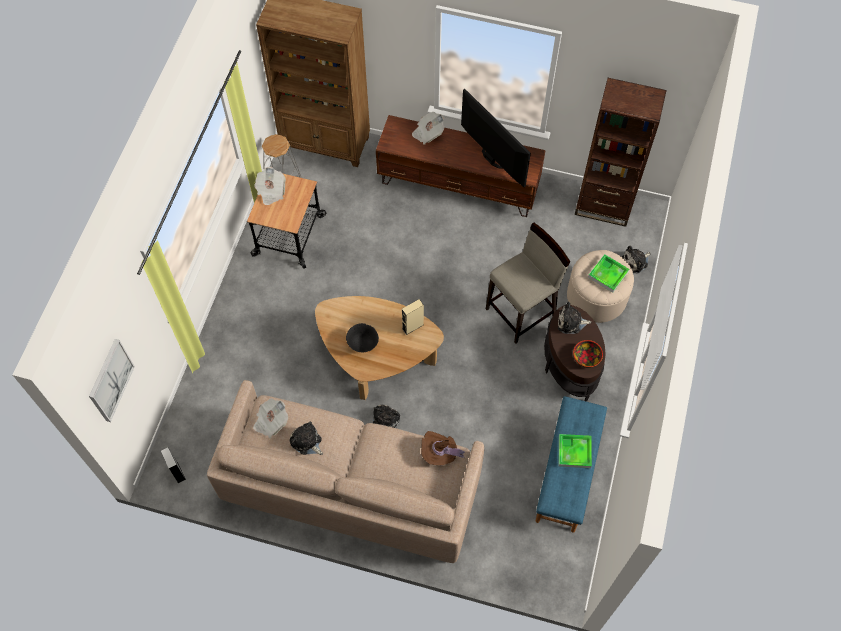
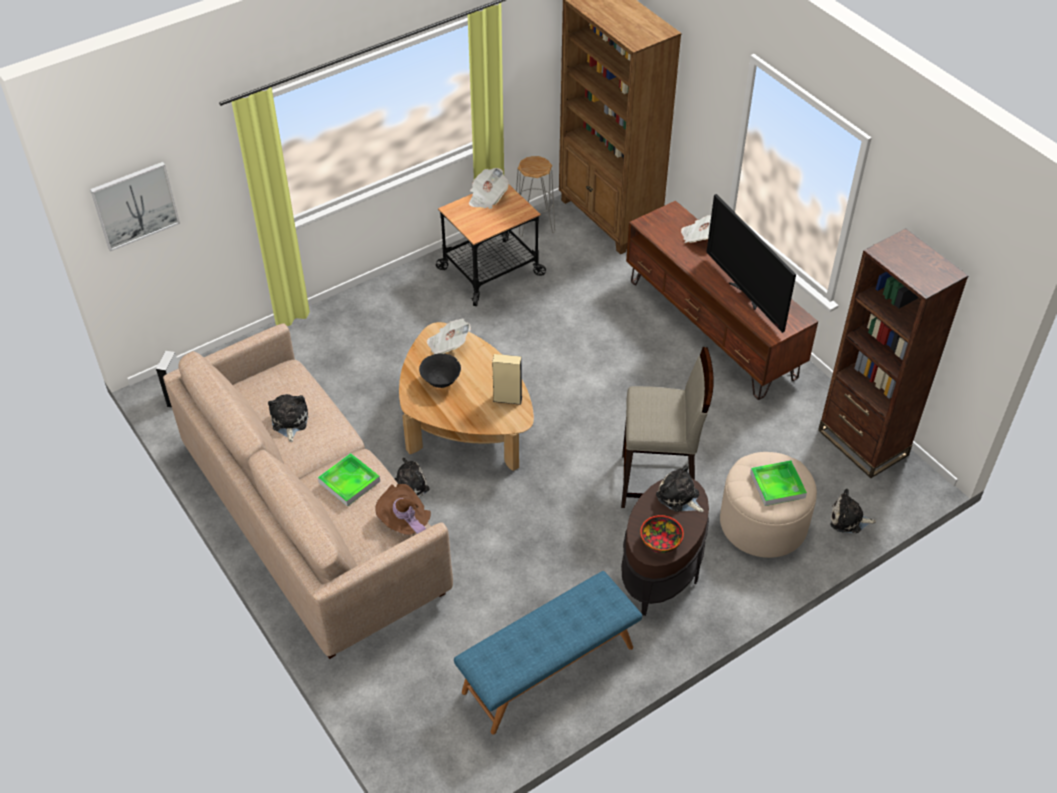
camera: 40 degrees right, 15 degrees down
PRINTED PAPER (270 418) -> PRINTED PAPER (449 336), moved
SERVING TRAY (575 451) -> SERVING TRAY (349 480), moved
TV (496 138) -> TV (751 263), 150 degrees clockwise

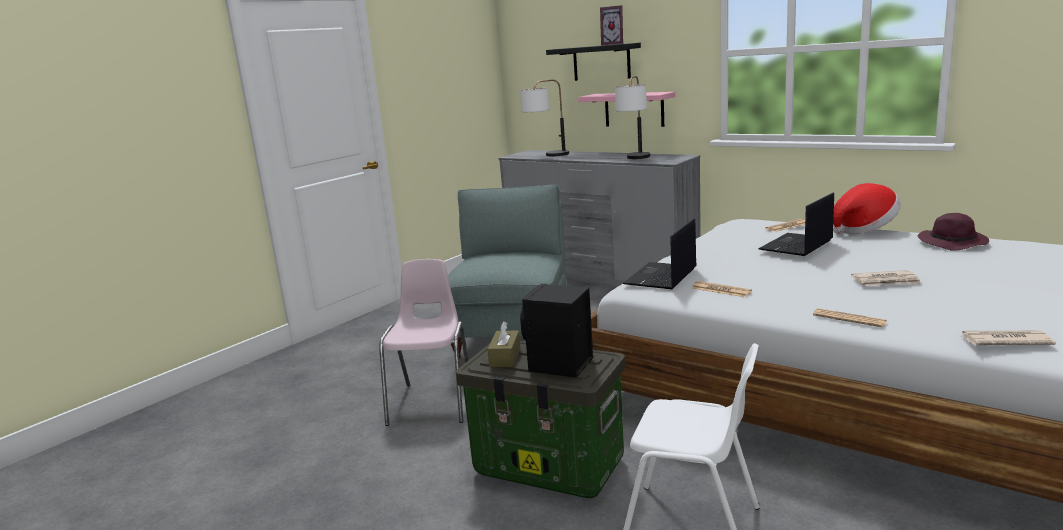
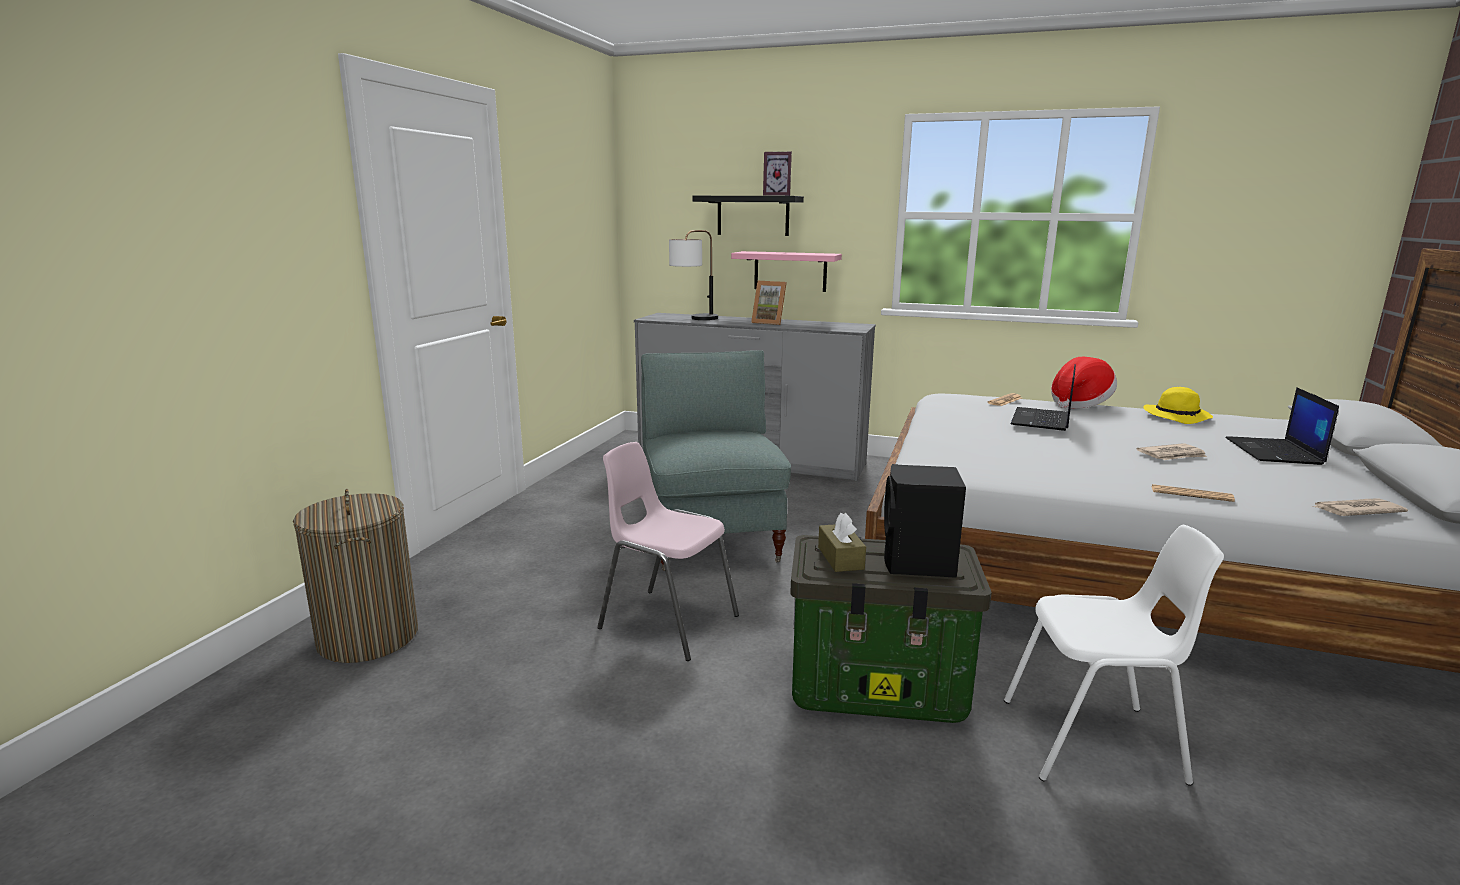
camera: 20 degrees left, 0 degrees up
LAMP FOR A TABLE (632 117) -> none
PRINTED PAPER (722 289) -> none
none -> LAUNDRY BASKET (355 576)
none -> STANDING FRAME (769 303)
PORTABLE COMPUTER (660 253) -> PORTABLE COMPUTER (1282 426), moved
PURPLE-COLOURED CLOTHING HAT (953 232) -> YELLOW CLOTHING HAT (1178 405)
PINK UPRIGHT CHAIR (424 342) -> PINK UPRIGHT CHAIR (668 551), 45 degrees counterclockwise

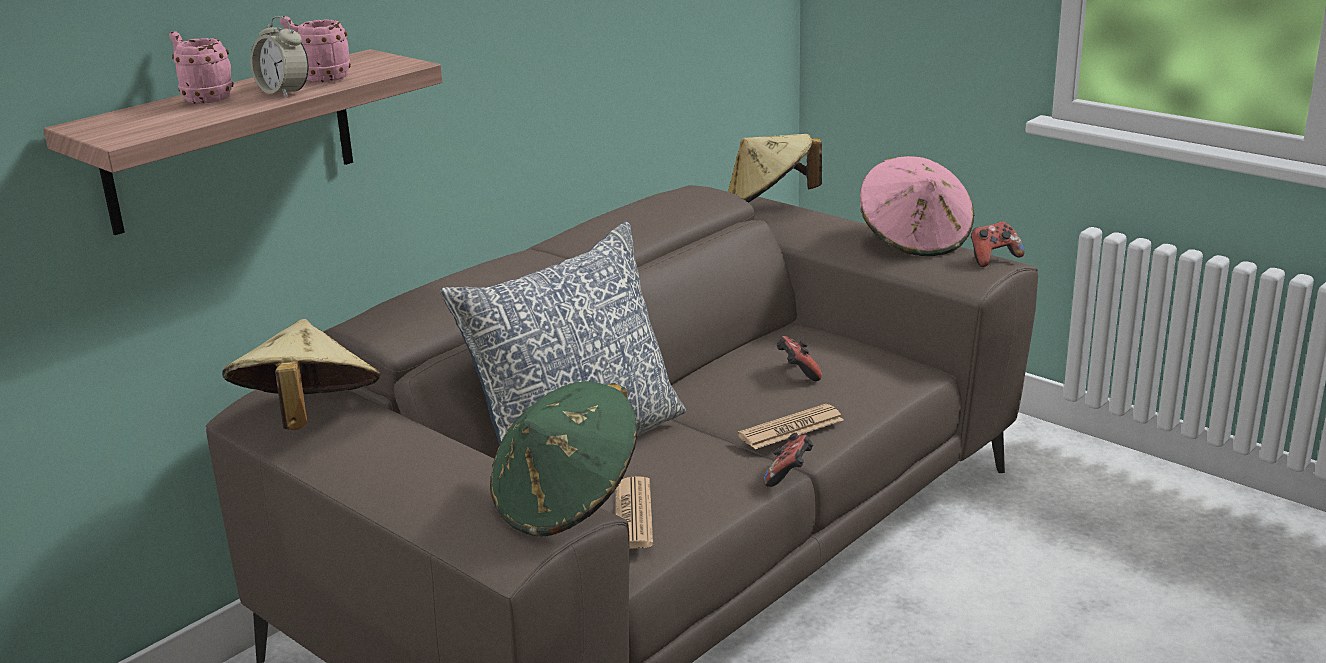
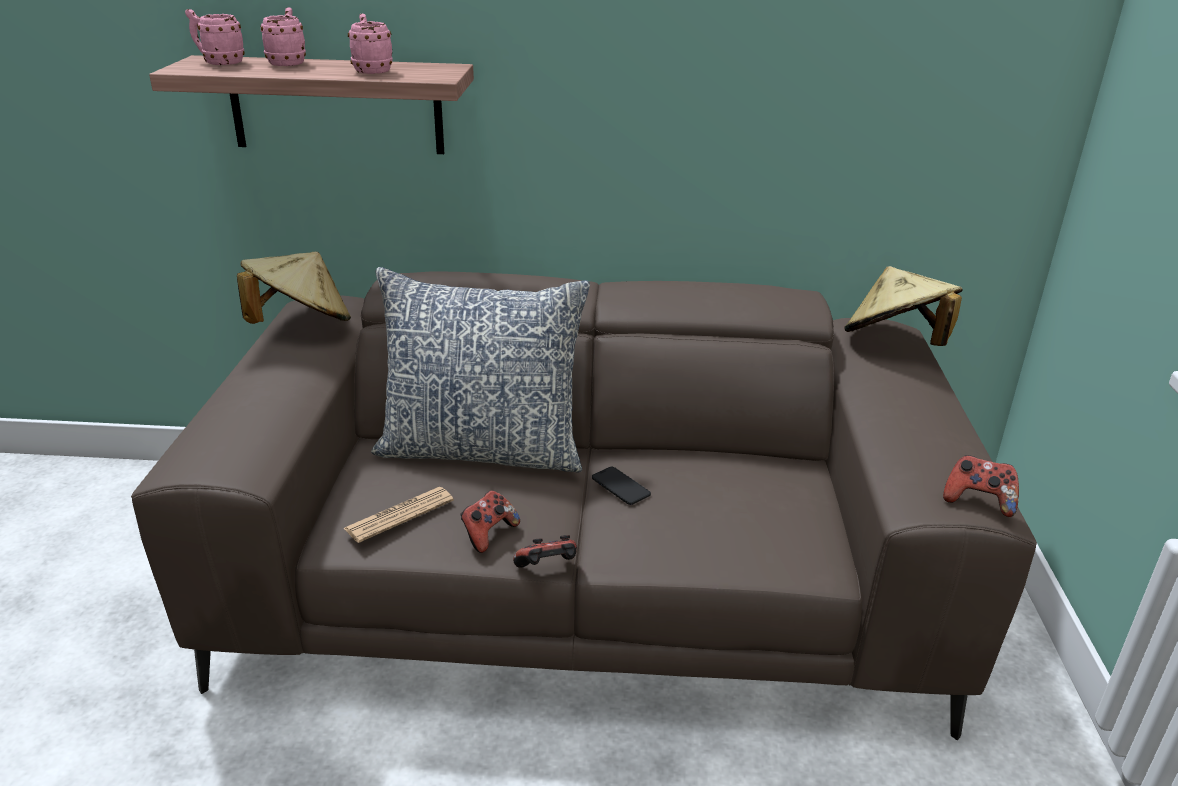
camera: 50 degrees right, 5 degrees up
ALARM CLOCK (279 57) -> none
GREENISH CLOTHING HAT (563 459) -> none
PRINTED PAPER (790 426) -> none
PINK CLOTHING HAT (917 206) -> none
none -> PINK TEA MUG (215 37)
none -> HANDSET (621 486)
GAME CONTROLLER (799 358) -> GAME CONTROLLER (490 521), moved

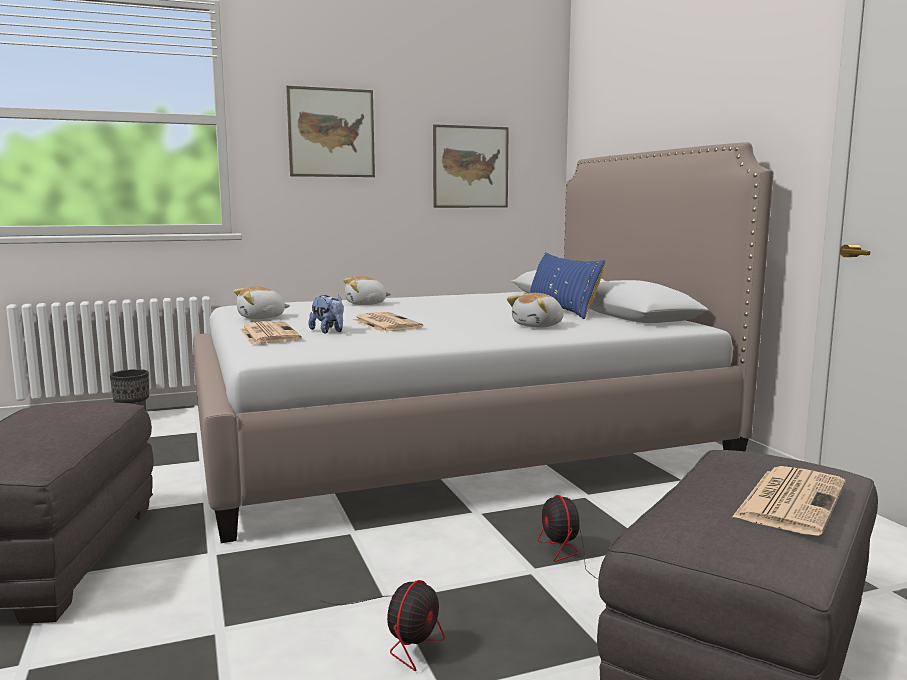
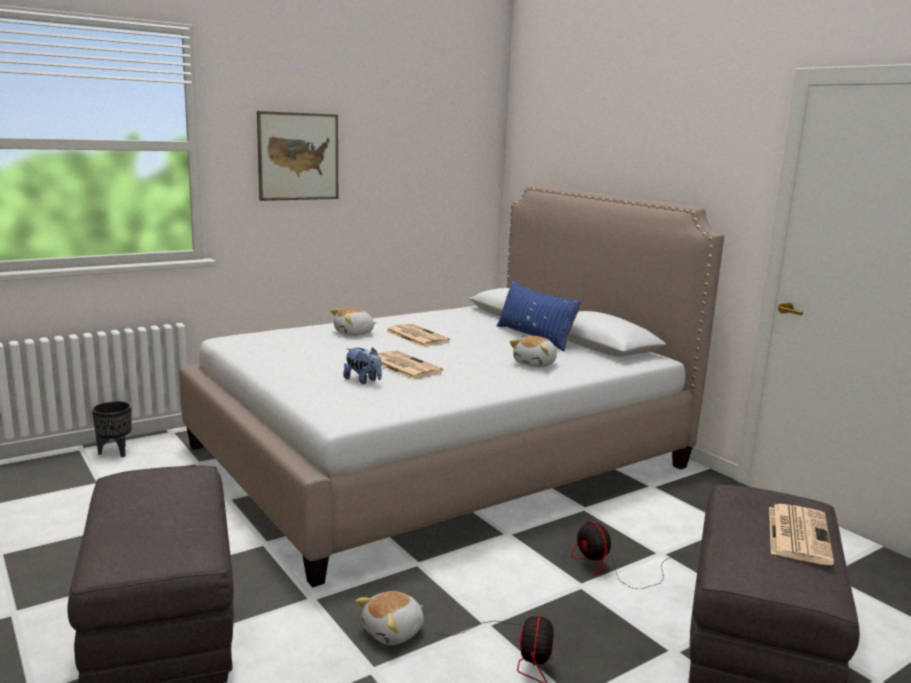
camera: 15 degrees left, 5 degrees up
WALL PICTURE (471 166) -> none
PLUSH TOY (262 302) -> PLUSH TOY (389 618), moved
PRINTED PAPER (271 332) -> PRINTED PAPER (418 335), moved

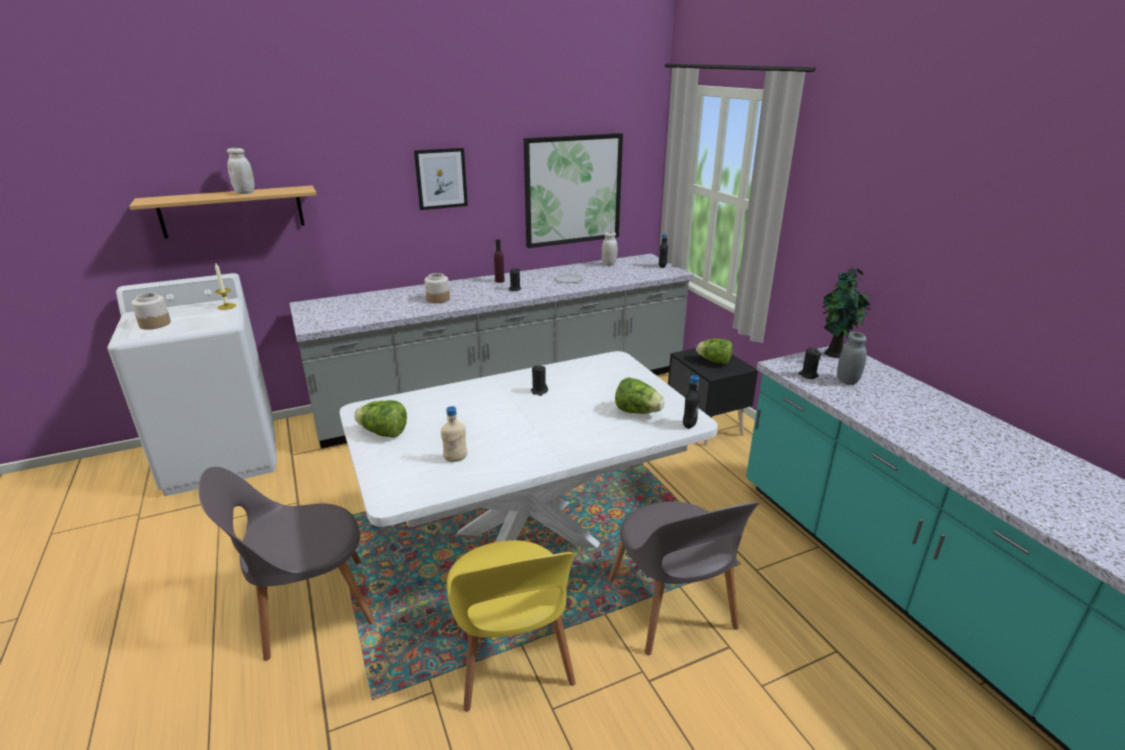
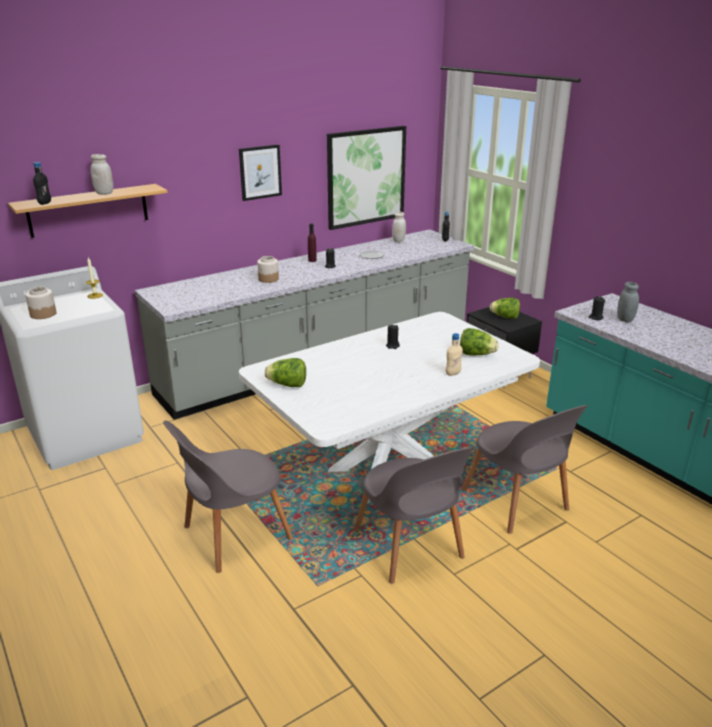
camera: 10 degrees left, 0 degrees up
PLANT IN A POT (846 312) -> none
SAND-COLOURED BOTTLE (454 434) -> SAND-COLOURED BOTTLE (454 354), moved
BLACK-COLOURED BOTTLE (691 402) -> BLACK-COLOURED BOTTLE (42 183), moved
YELLOW UPRIGHT CHAIR (511 626) -> GRAY UPRIGHT CHAIR (413 515)

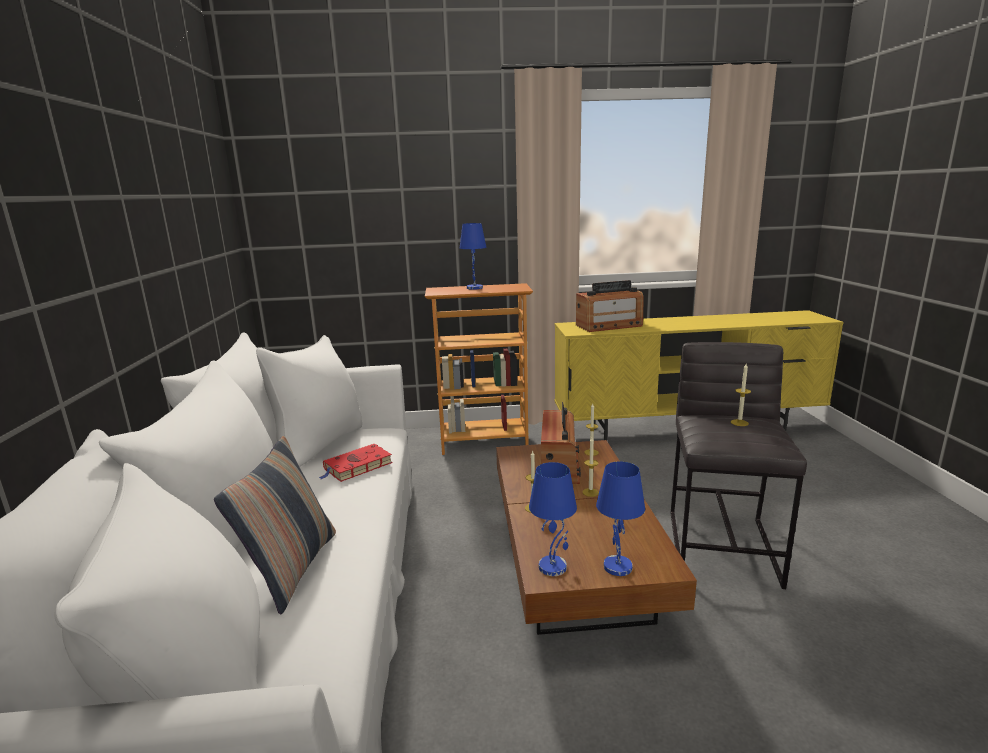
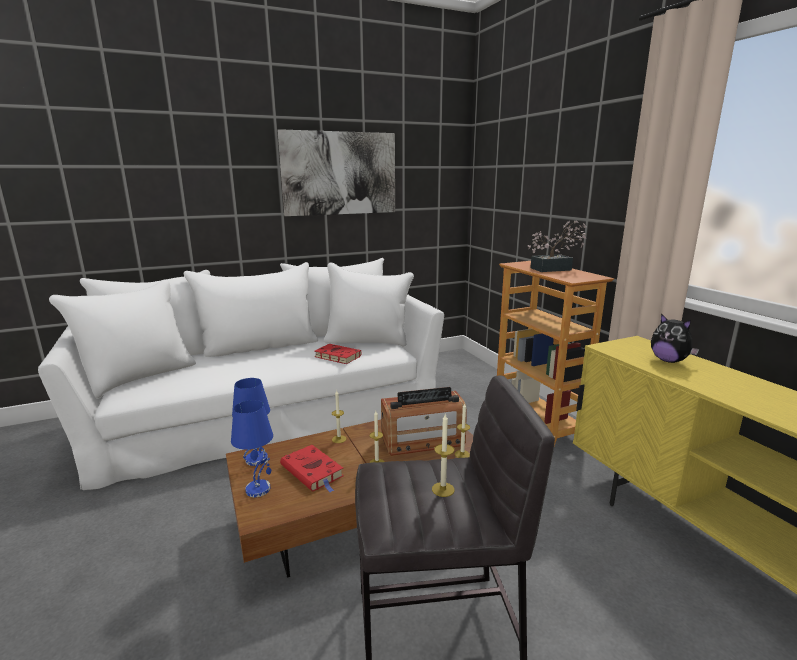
camera: 70 degrees right, 0 degrees up
CUSHION (275 525) -> none
none -> WALL PICTURE (336 172)
none -> RED-COLOURED BOOK (312 469)
BLUISH LAMP FOR A TABLE (473 256) -> PLANT IN A POT (557 246)
RADIO RECEIVER (610 306) -> PLUSH TOY (675 338)

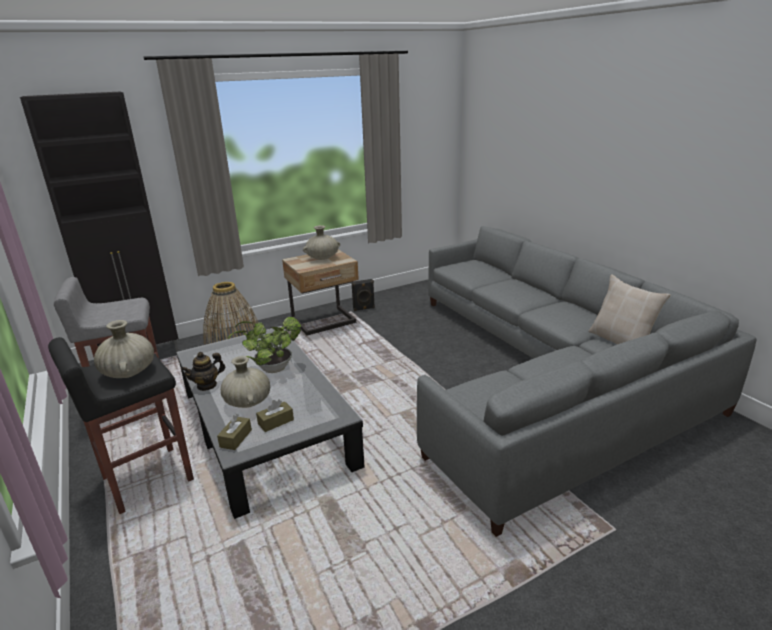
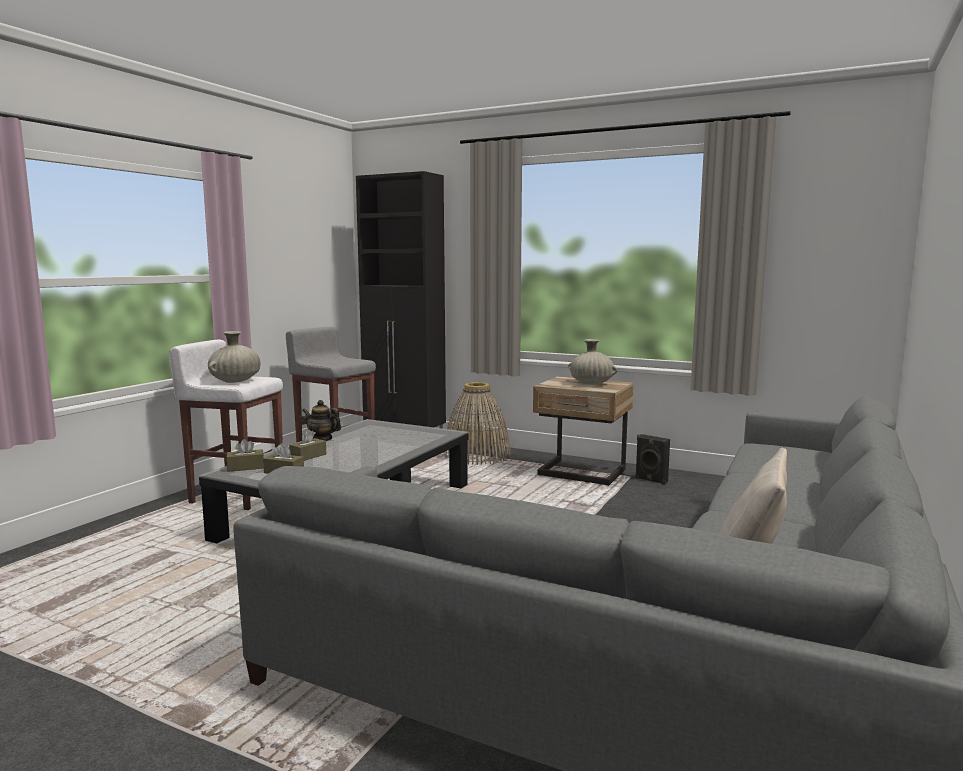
camera: 55 degrees right, 15 degrees down
PLANT IN A POT (264 345) -> none
SAND-COLOURED VASE (245 382) -> BROWN TISSUE HOLDER (307 445)
BLACK-COLOURED STOOL SEAT (121 425) -> WHITE STOOL SEAT (226 424)

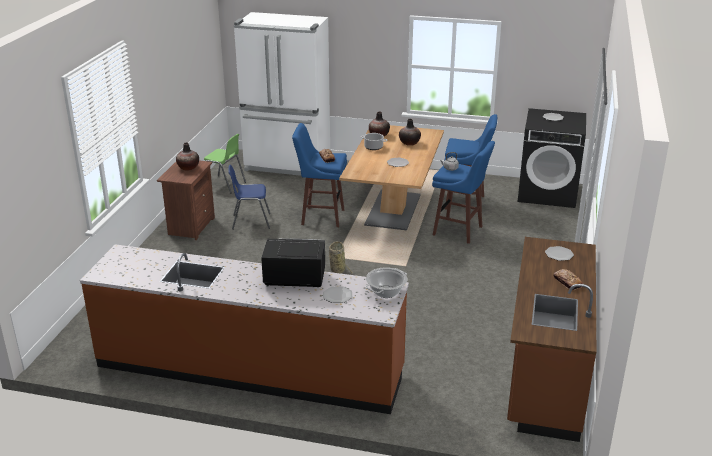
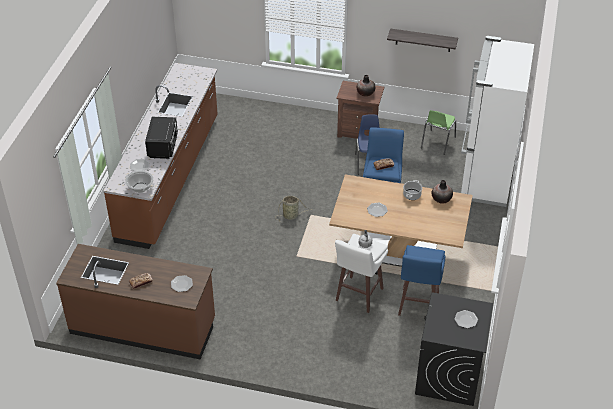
camera: 90 degrees right, 15 degrees up
VASE (410 132) -> none
none -> WALL SHELF (422 40)
BLUISH STOOL SEAT (463 192) -> WHITE STOOL SEAT (361 273)

